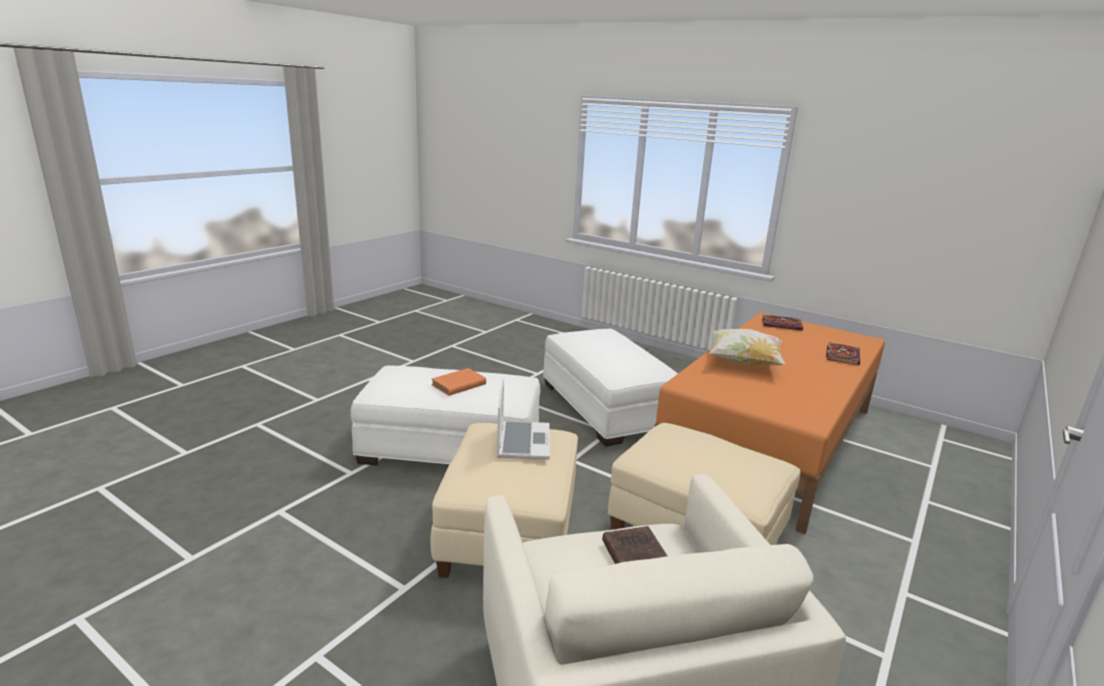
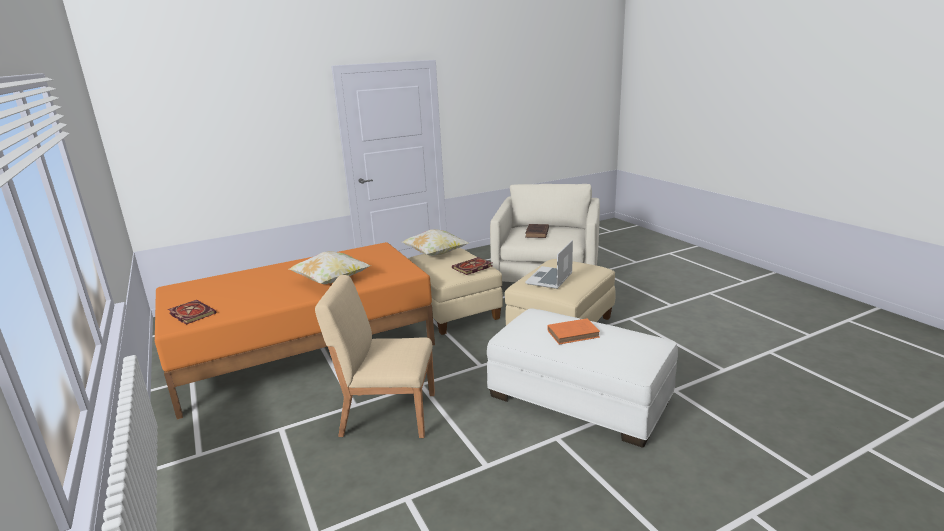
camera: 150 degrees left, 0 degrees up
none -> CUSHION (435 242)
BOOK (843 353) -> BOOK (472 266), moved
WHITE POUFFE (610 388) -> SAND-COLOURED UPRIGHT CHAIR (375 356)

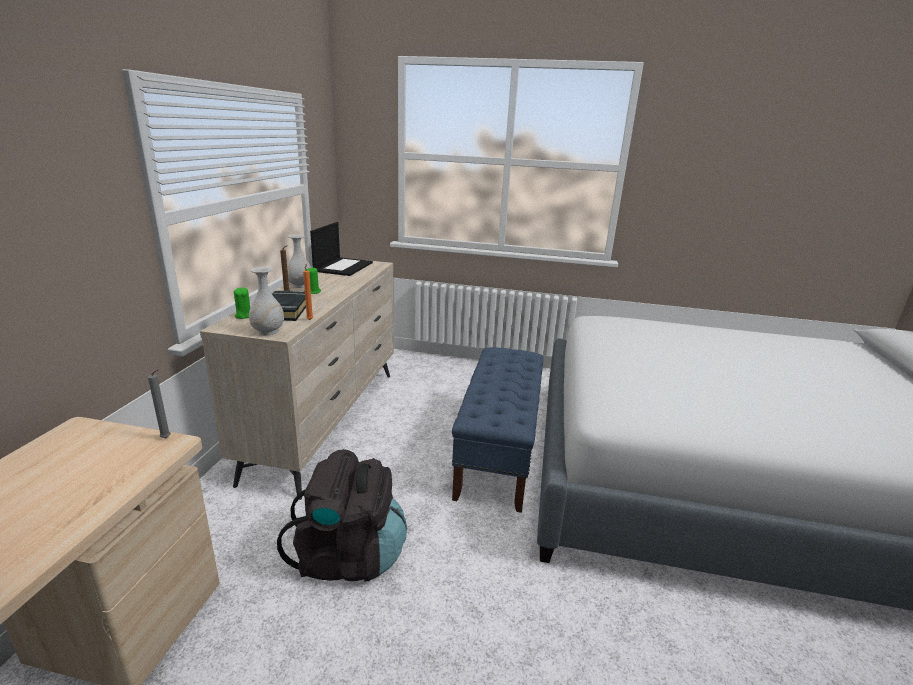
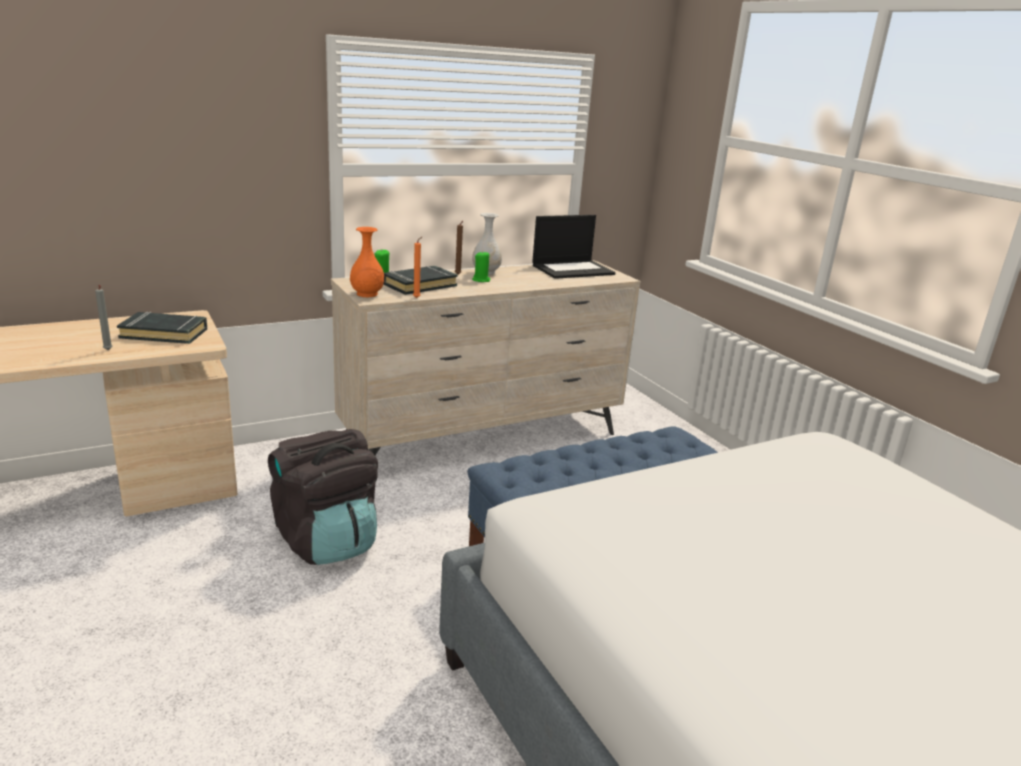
camera: 50 degrees right, 0 degrees up
none -> BLACK-COLOURED BOOK (162 328)
GRAY WAX CANDLE (159 403) -> GRAY WAX CANDLE (103 317), moved
WHITE VASE (266 301) -> ORANGE VASE (367 262)

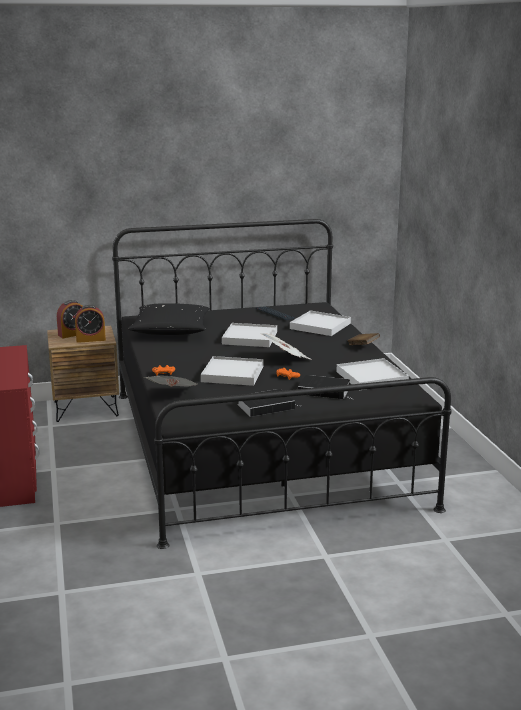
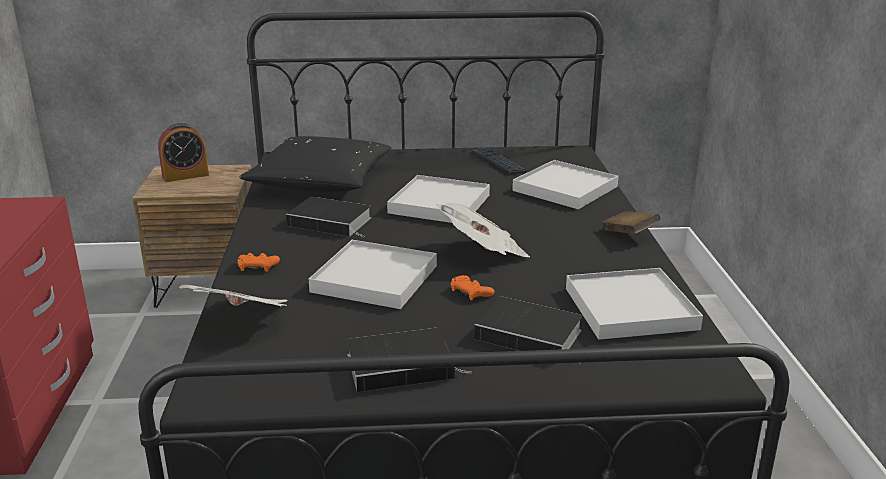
camera: 10 degrees right, 5 degrees up
ALARM CLOCK (90 324) -> none
none -> BOOK (328 217)

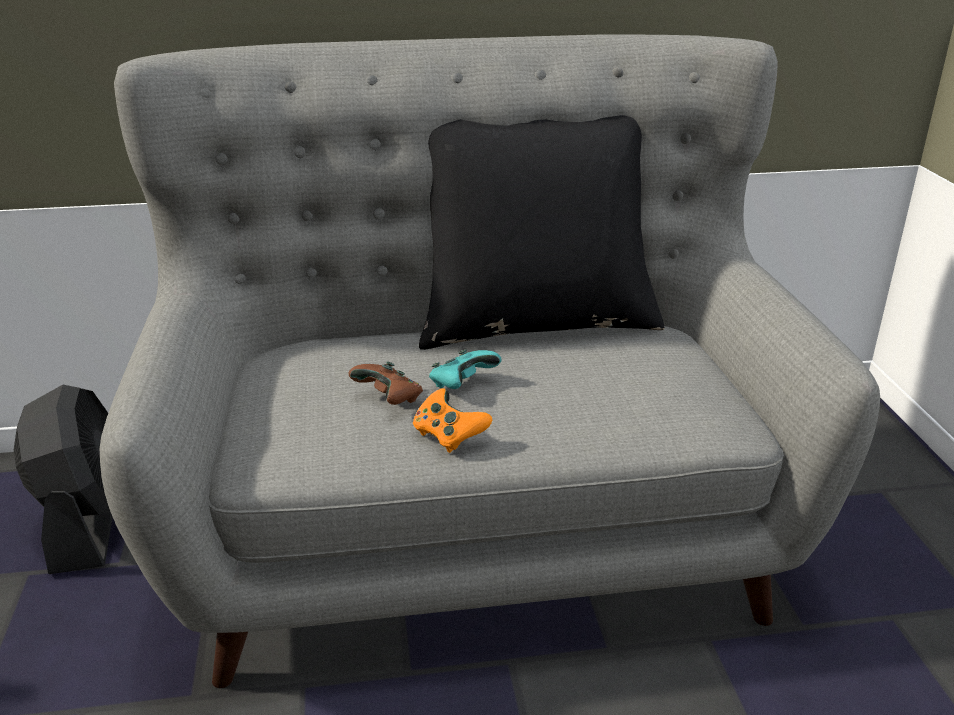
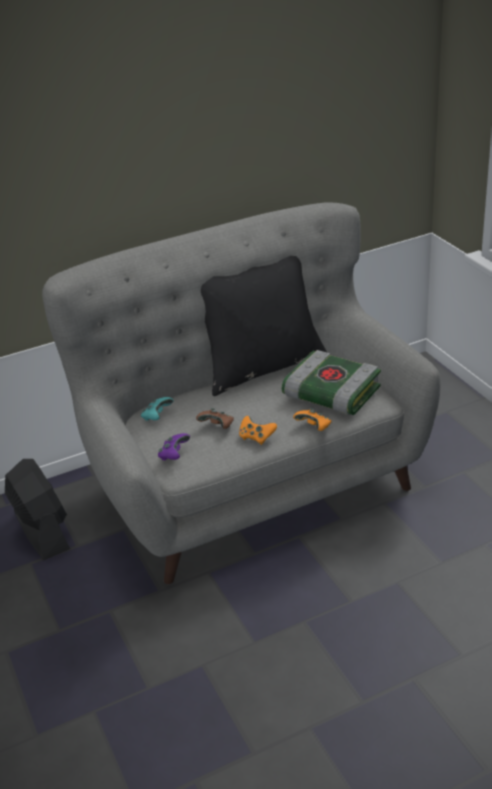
camera: 15 degrees left, 5 degrees up
none -> PURPLE-COLOURED GAME CONTROLLER (174 446)
none -> BOOK (331 382)
none -> ORANGE GAME CONTROLLER (312 419)
TURQUOISE-COLOURED GAME CONTROLLER (465 369) -> TURQUOISE-COLOURED GAME CONTROLLER (157 409), moved

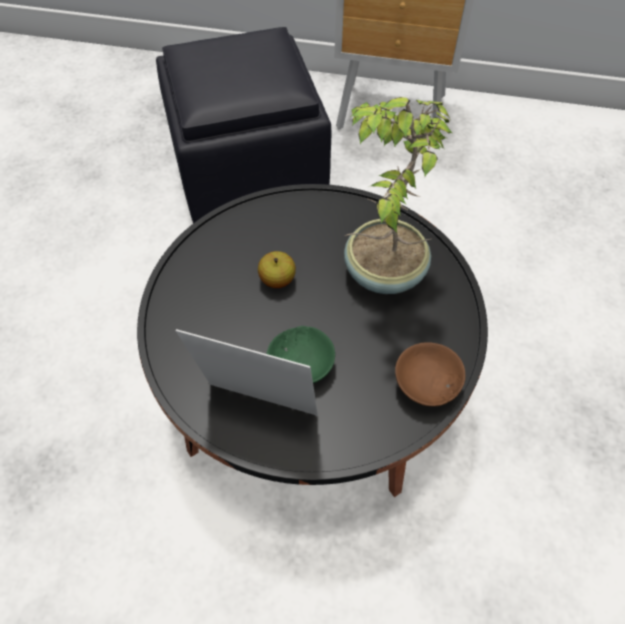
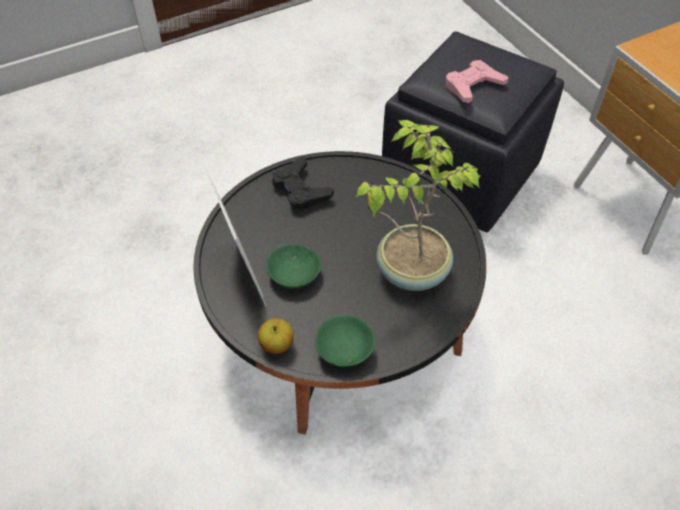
camera: 50 degrees right, 5 degrees down
none -> BLACK-COLOURED GAME CONTROLLER (303 183)
none -> PINK GAME CONTROLLER (477 81)
APPLE FRUIT (277 269) -> APPLE FRUIT (276 336), moved
BROWN DEEP DISH (430 374) -> GREENISH DEEP DISH (345 341)

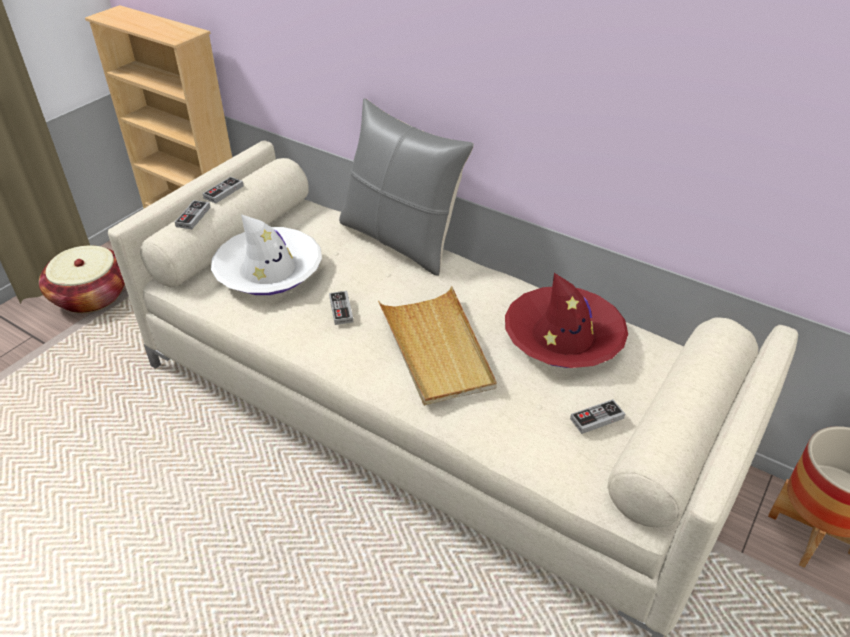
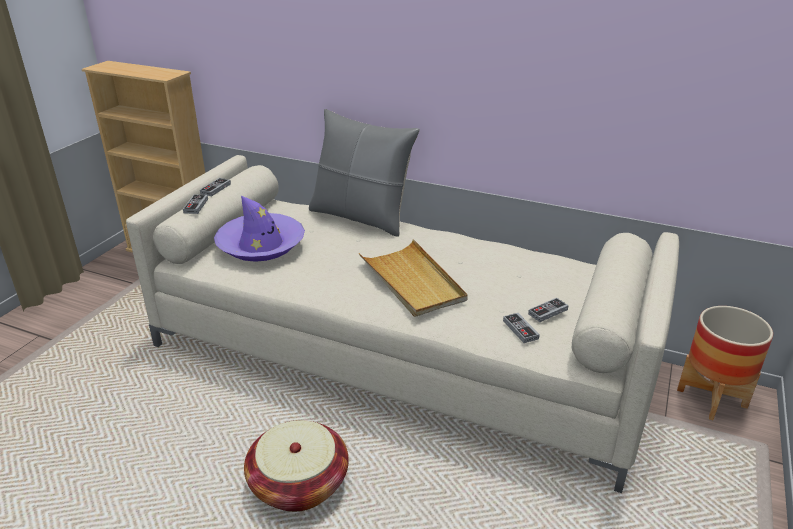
camera: 10 degrees left, 10 degrees down
RED-COLOURED CLOTHING HAT (566 320) -> none
HOUSEHOLD BASKET (82 279) -> HOUSEHOLD BASKET (296 466), moved
GAME CONTROLLER (341 308) -> GAME CONTROLLER (521 328), moved
WHITE CLOTHING HAT (266 254) -> PURPLE-COLOURED CLOTHING HAT (259 229)

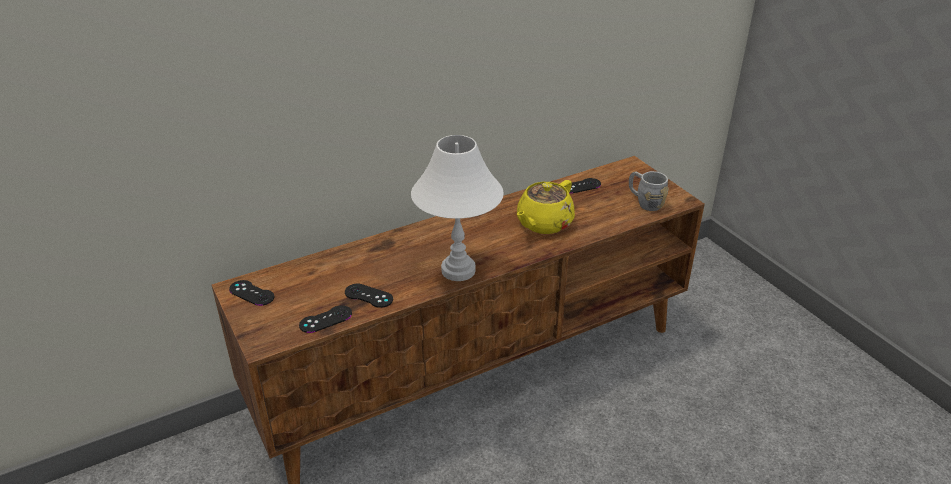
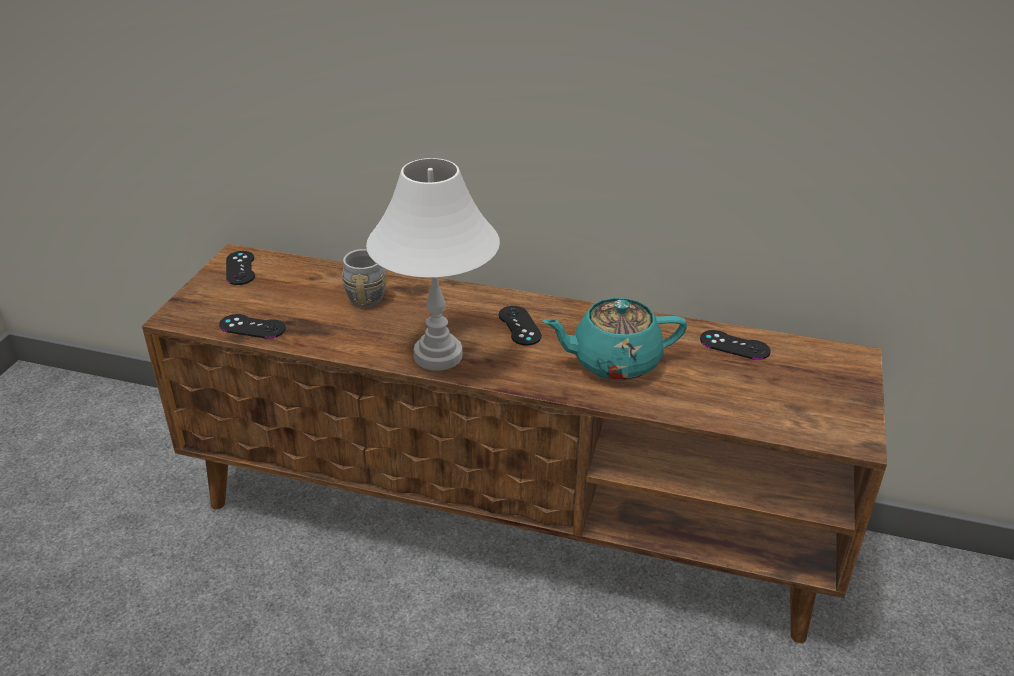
camera: 45 degrees right, 0 degrees up
BLACK-COLOURED GAME CONTROLLER (369 296) -> BLACK-COLOURED GAME CONTROLLER (520 326), moved
GRAY TEA MUG (649 191) -> GRAY TEA MUG (364 278), moved
YELLOW TEA POT (546 207) -> TURQUOISE-COLOURED TEA POT (614 339)

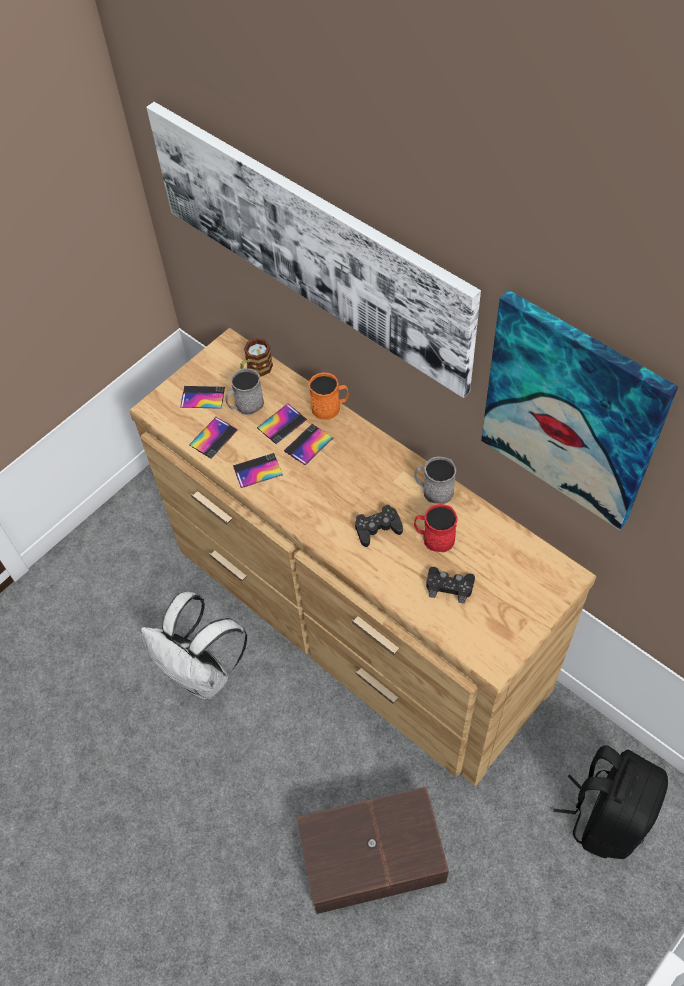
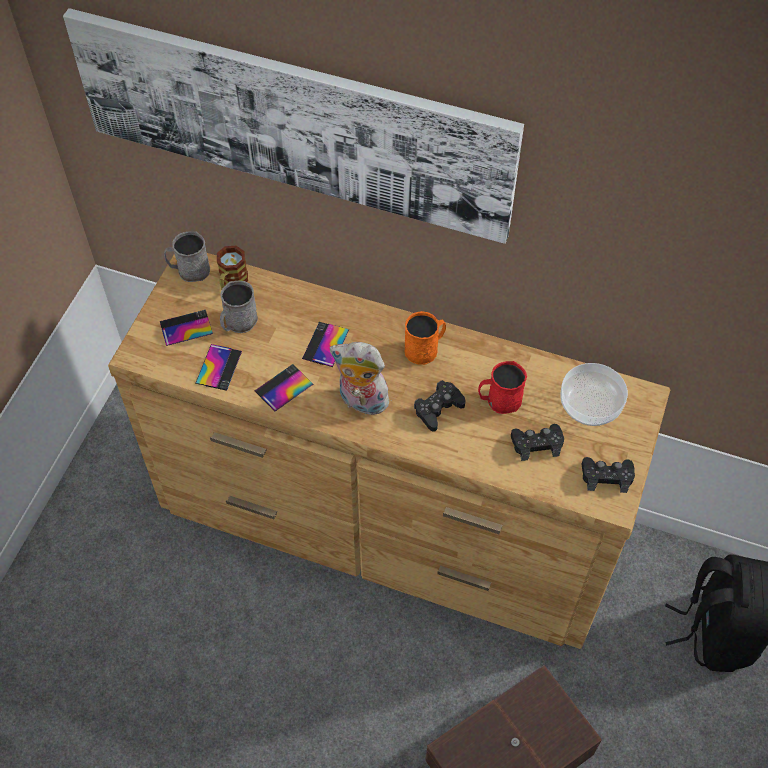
camera: 25 degrees left, 0 degrees up
WHITE RUCKSACK (194 646) -> none
HANDSET (282 424) -> none
WALL PICTURE (579 410) -> none
none -> PLUSH TOY (361 380)
none -> DEEP DISH (594 394)
none -> BLACK-COLOURED GAME CONTROLLER (608 475)
ORANGE TEA MUG (328 396) -> ORANGE TEA MUG (425 338), moved
GRAY TEA MUG (435 480) -> GRAY TEA MUG (187 256), moved

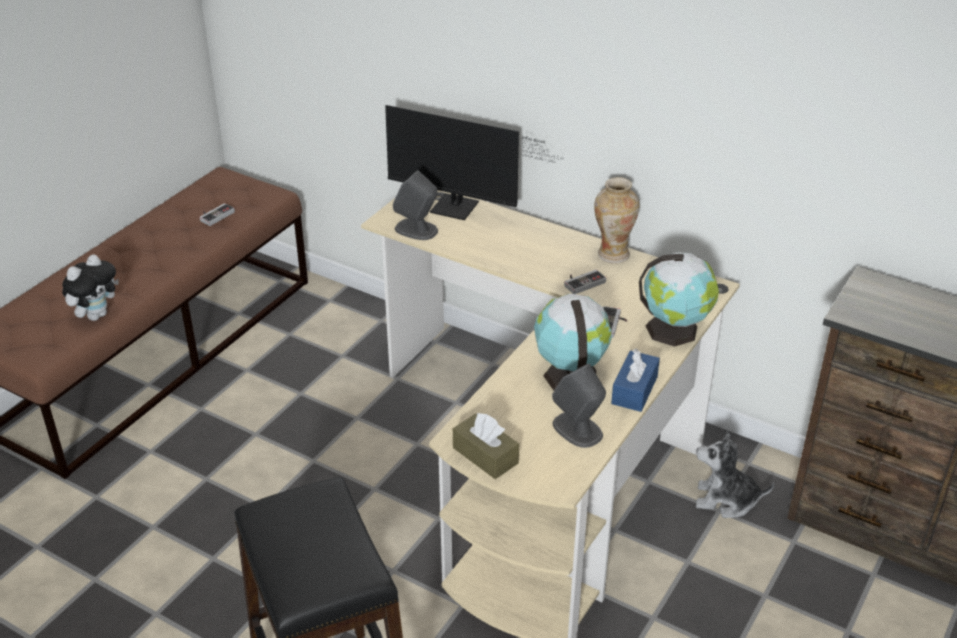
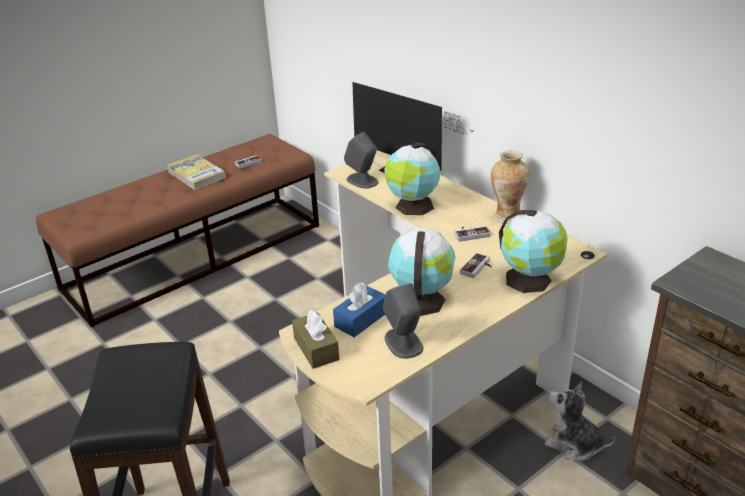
camera: 20 degrees right, 5 degrees down
PLUSH TOY (90 287) -> none
none -> BOOK (196 172)
none -> DESK GLOBE (412 179)
BLUISH TISSUE HOLDER (635 380) -> BLUISH TISSUE HOLDER (359 310), moved

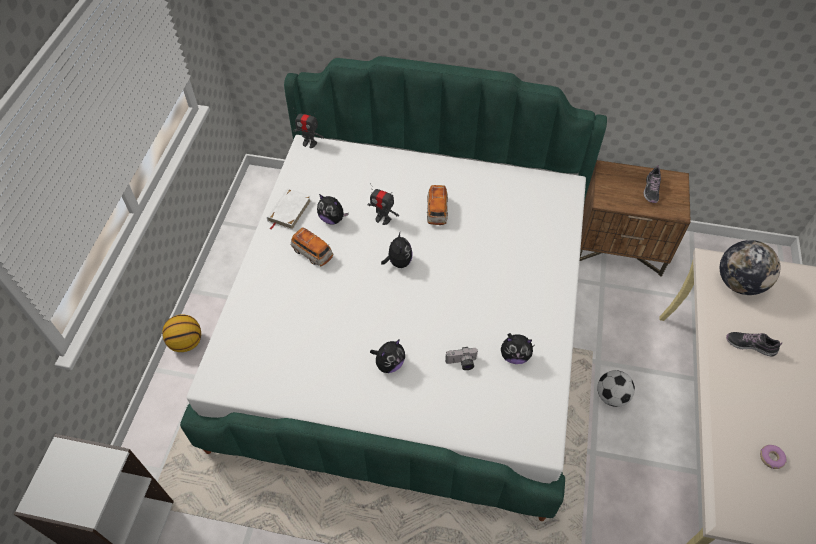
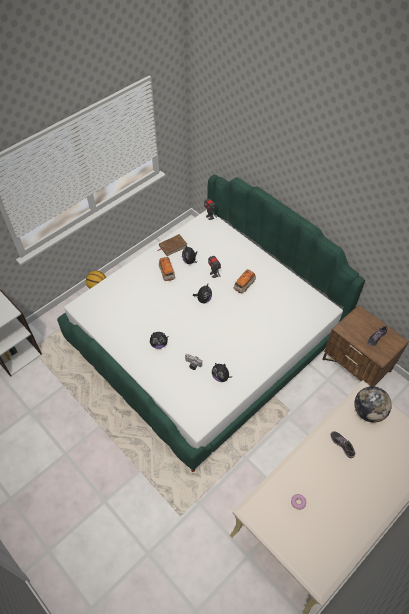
camera: 35 degrees right, 0 degrees up
FOOTBALL BALL (616 388) -> none
WHITE BOOK (289 209) -> BROWN BOOK (172 245)

